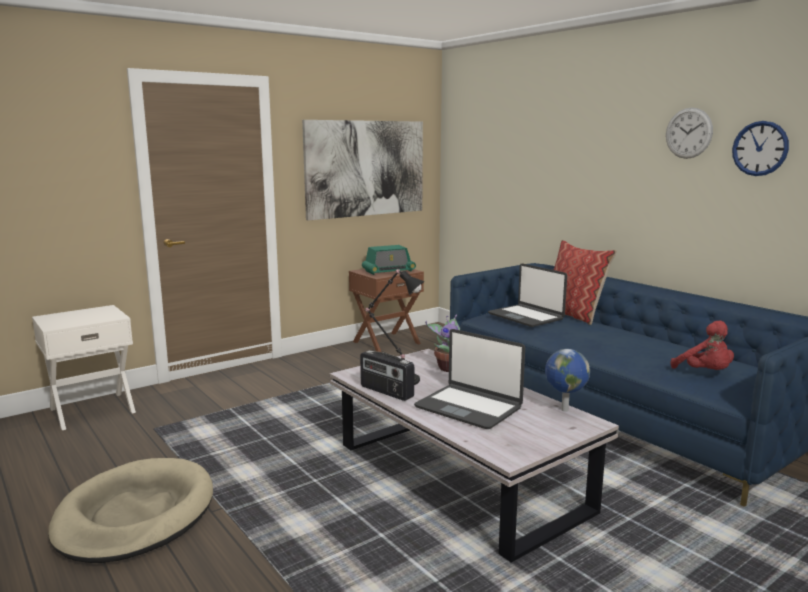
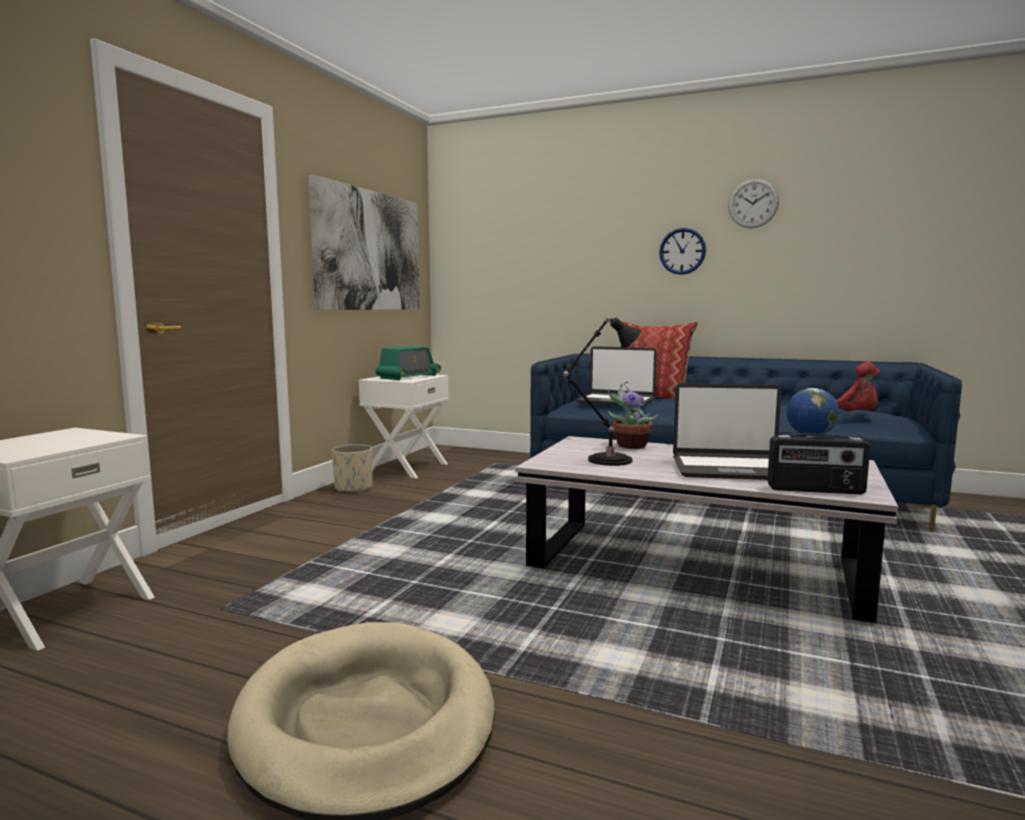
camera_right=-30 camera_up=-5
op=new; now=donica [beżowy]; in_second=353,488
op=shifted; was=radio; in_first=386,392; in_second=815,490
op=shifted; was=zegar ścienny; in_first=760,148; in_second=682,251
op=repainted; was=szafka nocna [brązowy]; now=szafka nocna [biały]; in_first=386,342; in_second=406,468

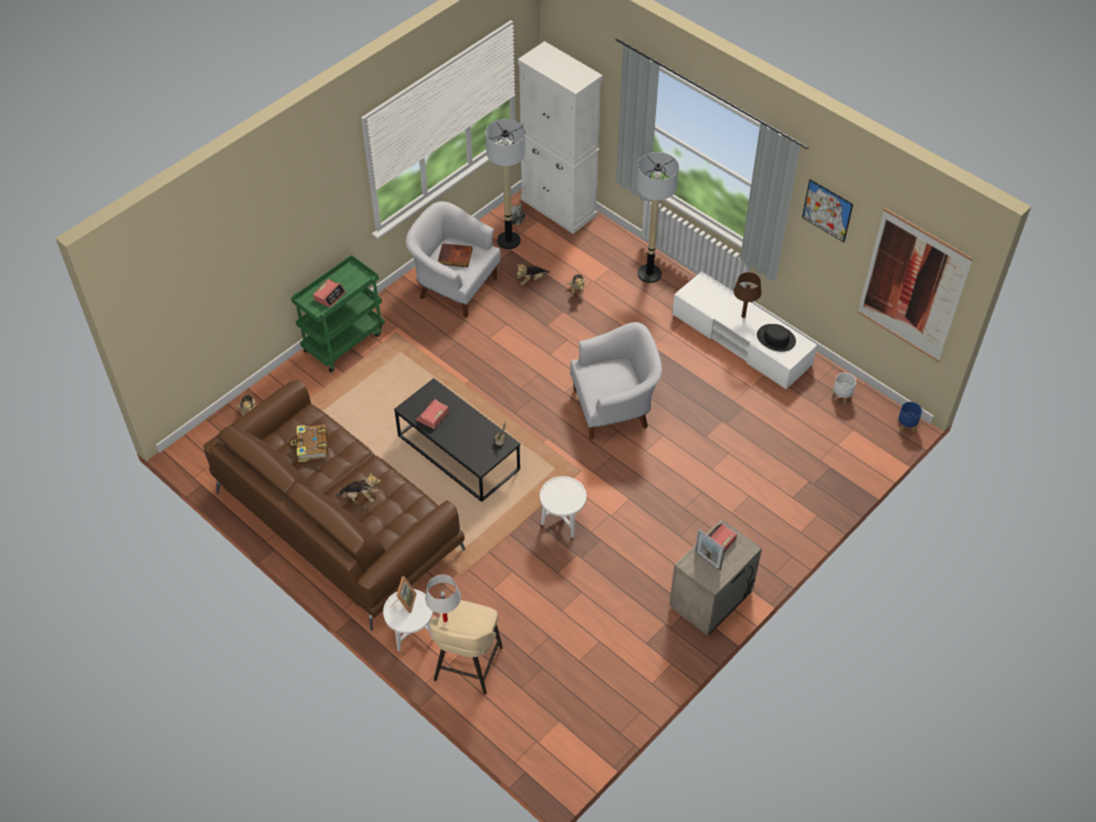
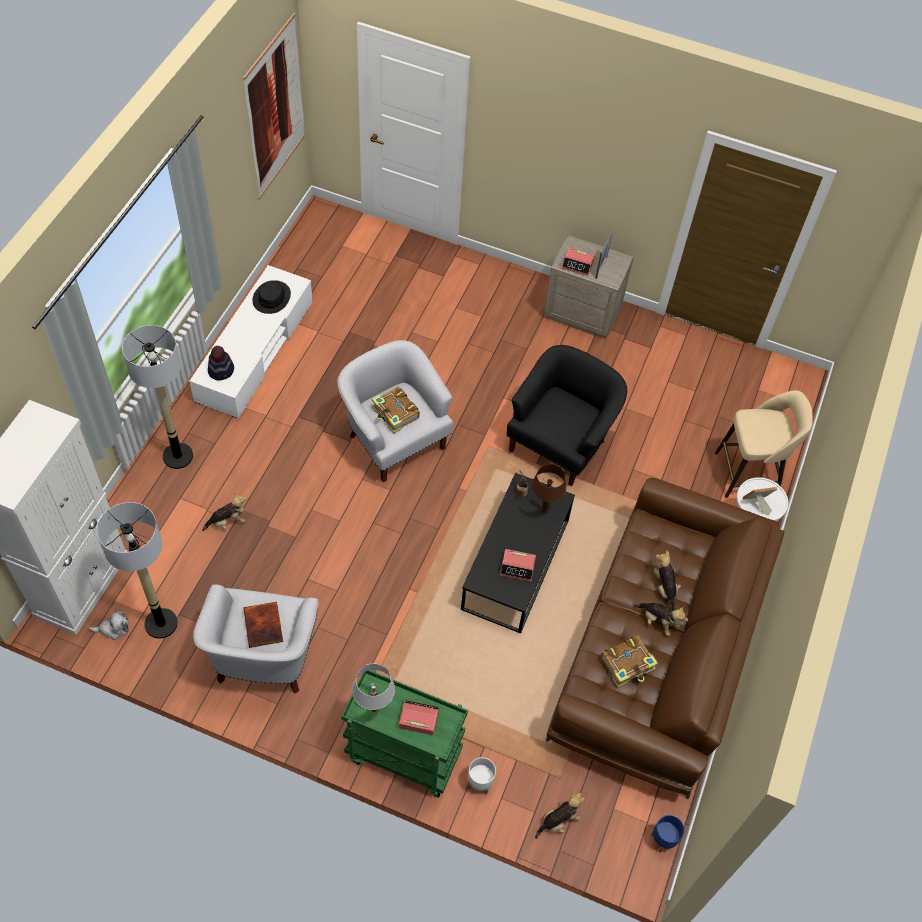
camera_right=-115 camera_up=5
op=gone; was=obraz; in_first=827,210
op=new; now=kapelusz; in_second=221,370
op=new; now=książka; in_second=395,414
op=shifted; was=lampa stołowa [biały]; in_first=445,620; in_second=374,709
op=shifted; was=pluszak; in_first=531,280; in_second=658,621
op=shifted; was=lampa stołowa [brązowy]; in_first=743,316; in_second=544,510
op=shifted; was=donica [biały]; in_first=841,397; in_second=479,782
op=shifted; was=donica [niebieski]; in_first=905,427; in_second=663,840
op=swapped; was=stolik [biały]; now=fotel [czarny]; in_first=562,525; in_second=560,443

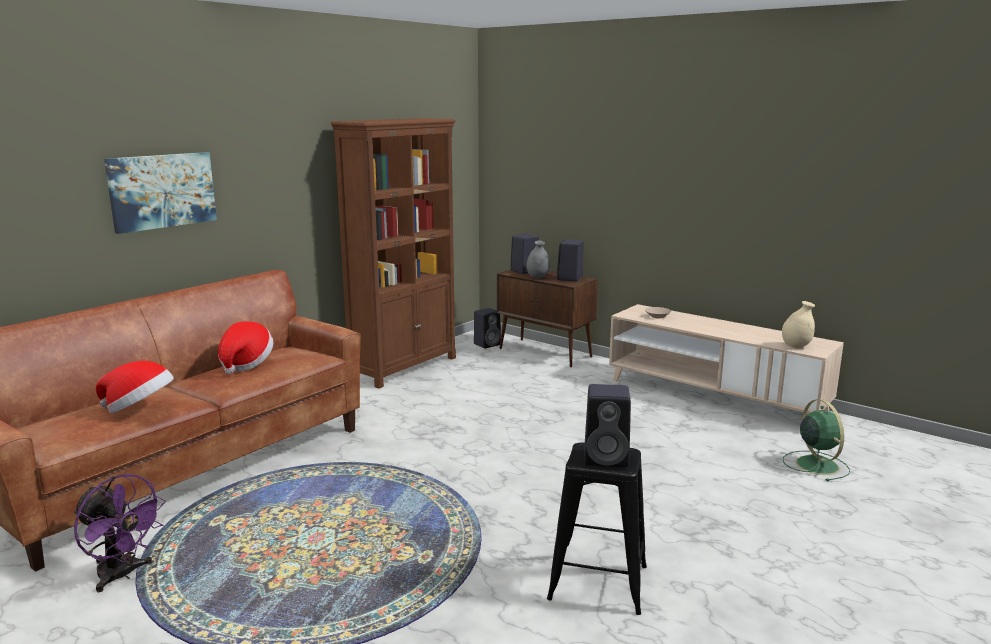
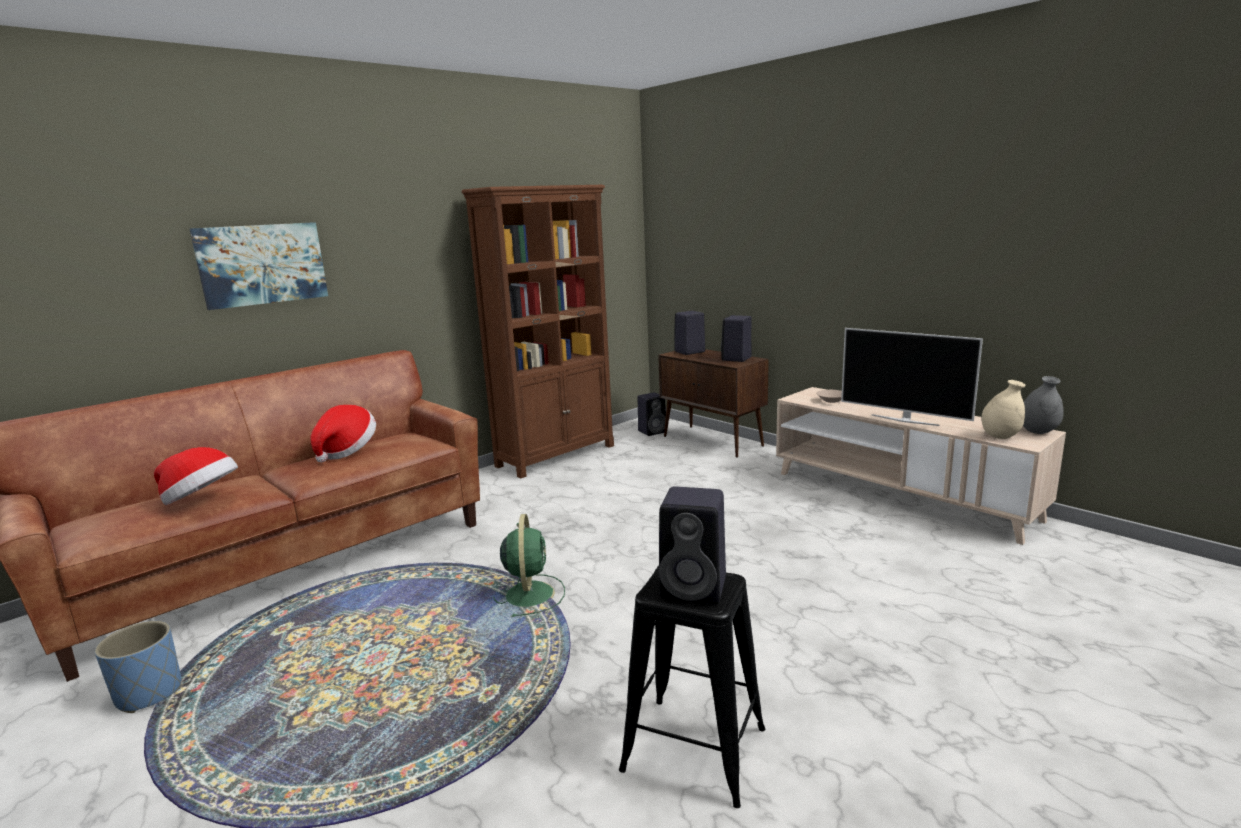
camera_right=10 camera_up=0
op=new; now=telewizor; in_second=904,420
op=shifted; was=wazon [szary]; in_first=538,277; in_second=1038,432
op=shifted; was=wentylator [zielony]; in_first=815,464; in_second=529,593
op=swapped; was=wentylator [fioletowy]; now=donica [niebieski]; in_first=122,575; in_second=149,693

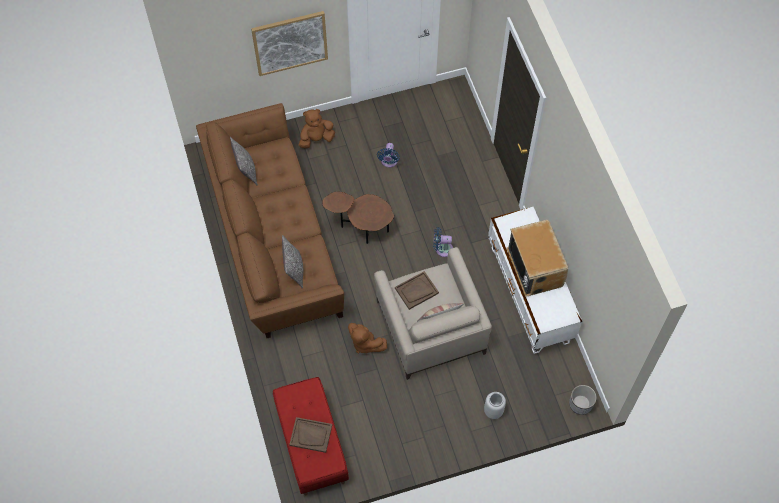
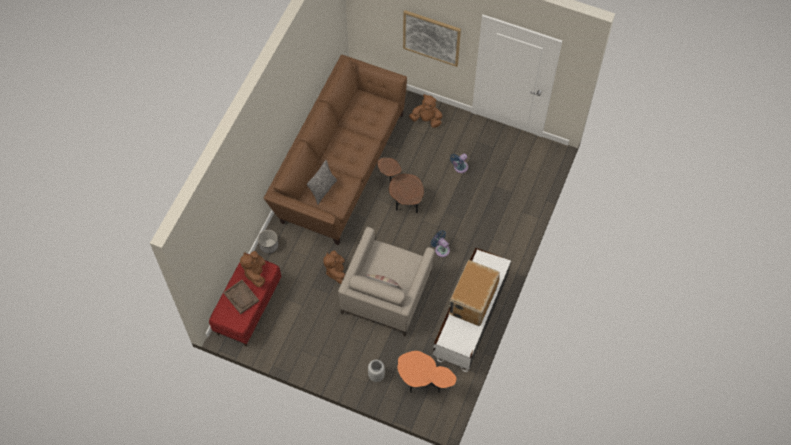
camera_right=40 camera_up=0
op=gone; was=poduszka; in_first=246,170
op=gone; was=taca [brązowy]; in_first=416,291
op=new; now=pluszak [brązowy]; in_second=255,273
op=new; now=stolik [pomarańczowy]; in_second=422,383
op=shifted; was=donica; in_first=580,404; in_second=269,245

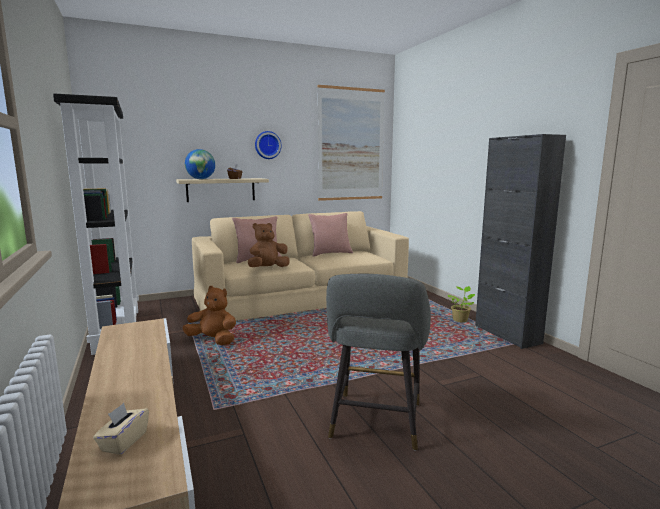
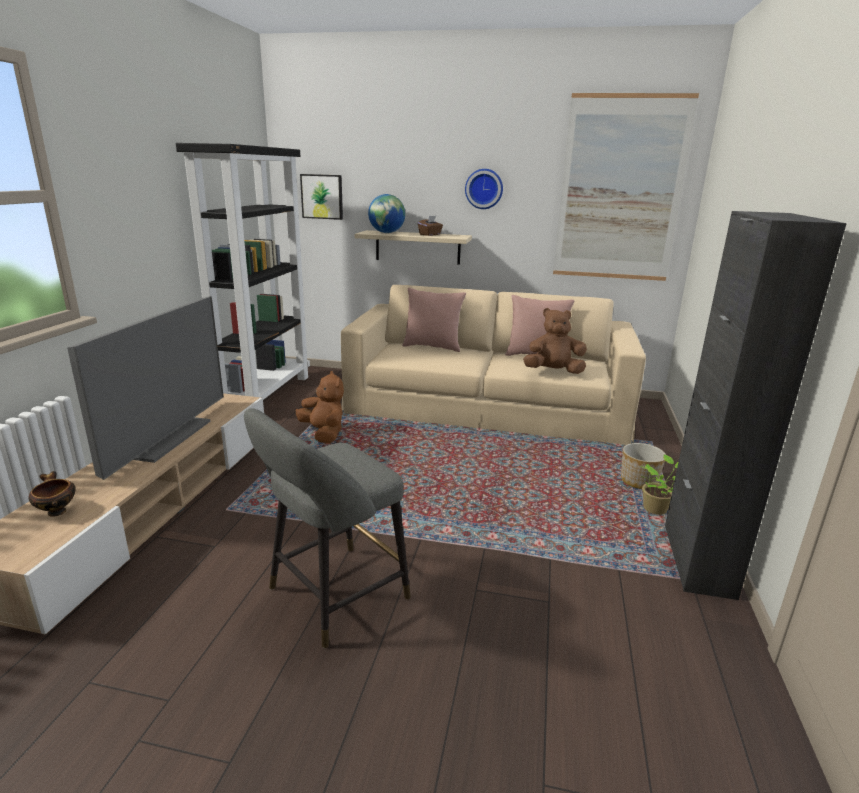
camera_right=35 camera_up=10
op=new; now=telewizor; in_second=164,437
op=new; now=obraz; in_second=322,196
op=new; now=donica; in_second=639,481
op=shifted; was=pluszak [brązowy]; in_first=268,268; in_second=553,371
op=swapped; was=pudełko chusteczek [beżowy]; now=miska; in_first=123,442; in_second=56,511

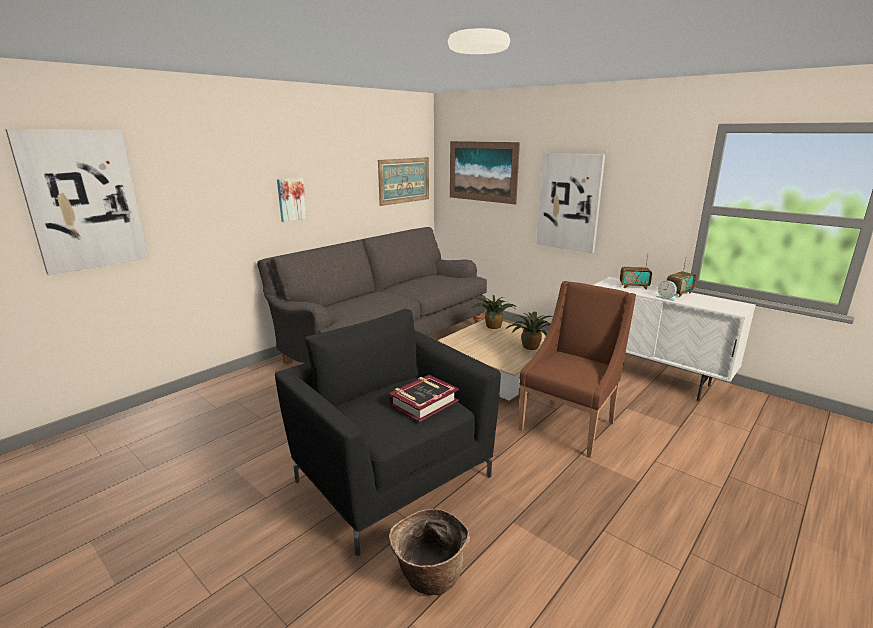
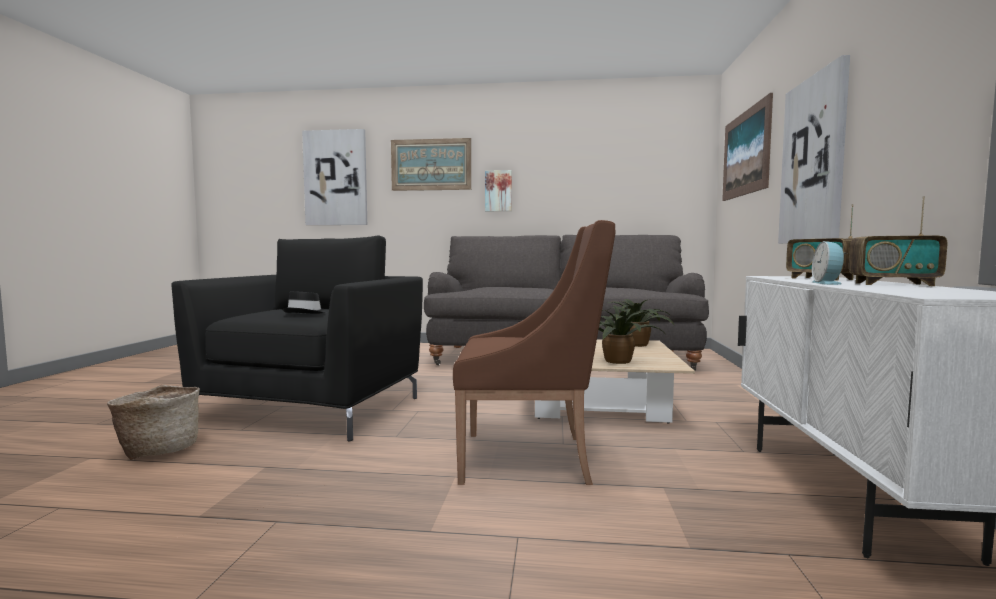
camera_right=55 camera_up=-15
op=shifted; was=obraz; in_first=404,180; in_second=431,164
op=swapped; was=książka; now=kapelusz [czarny]; in_first=423,403; in_second=306,313

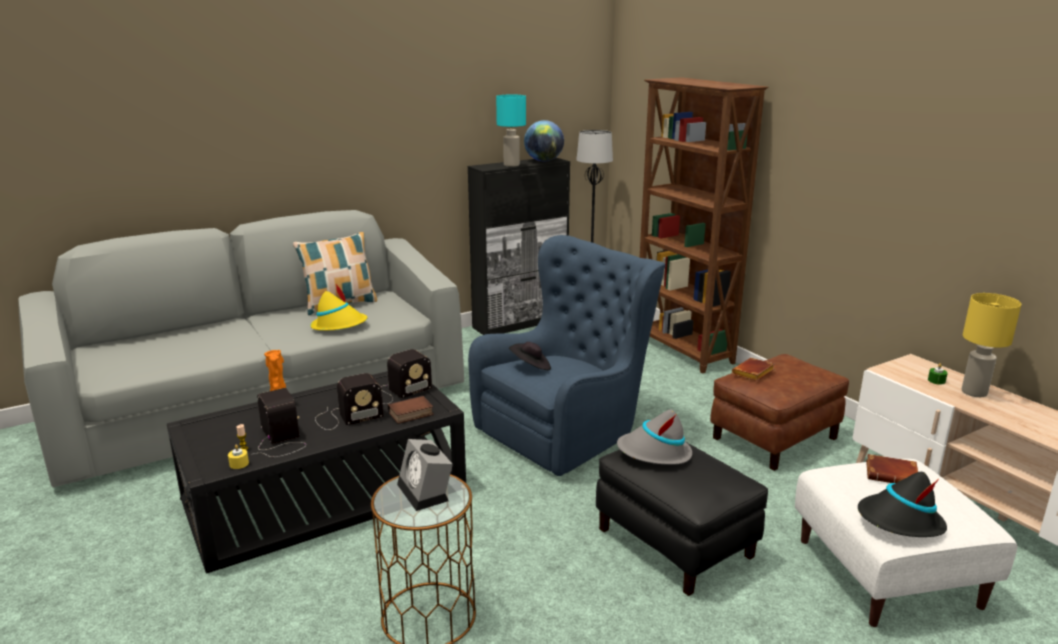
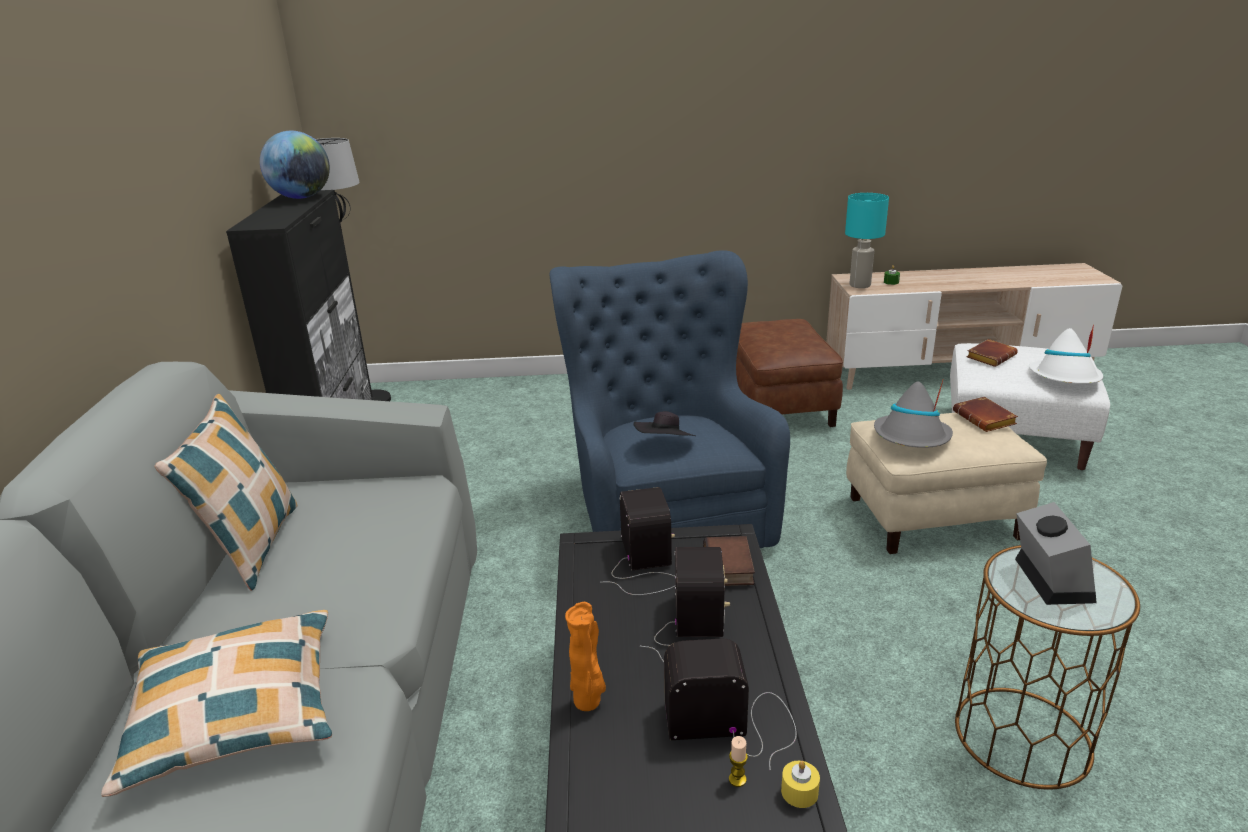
camera_right=-60 camera_up=5
op=gone; was=kapelusz [żółty]; in_first=339,325
op=gone; was=regał [brązowy]; in_first=683,350
op=gone; was=lampa stołowa [żółty]; in_first=974,392
op=new; now=poduszka; in_second=235,711
op=shifted; was=lampa stołowa [turkusowy]; in_first=511,165; in_second=860,285
op=shifted; was=książka [brązowy]; in_first=753,373; in_second=986,419
op=repainted; was=pufa [czarny]; now=pufa [beżowy]; in_first=675,542; in_second=933,517
op=repainted; was=kapelusz [czarny]; now=kapelusz [biały]; in_first=899,521; in_second=1065,378
op=rotated; was=budzik; in_first=426,492; in_second=1048,578; clockwise=-90

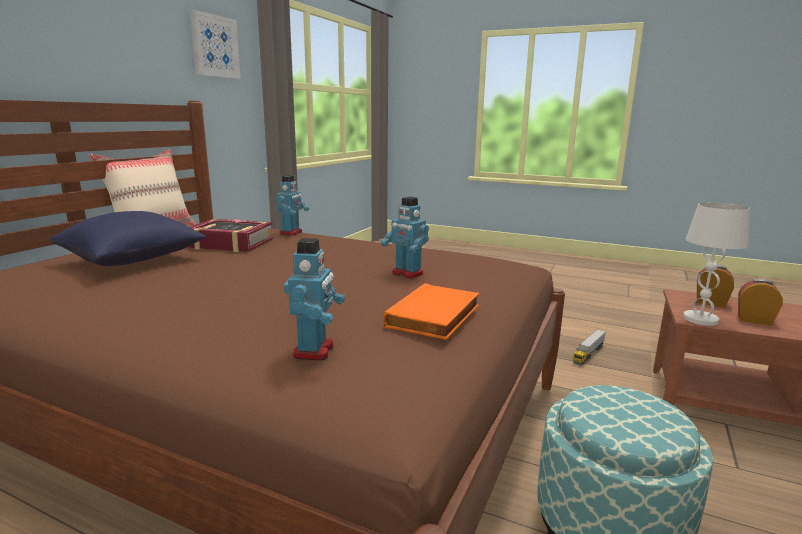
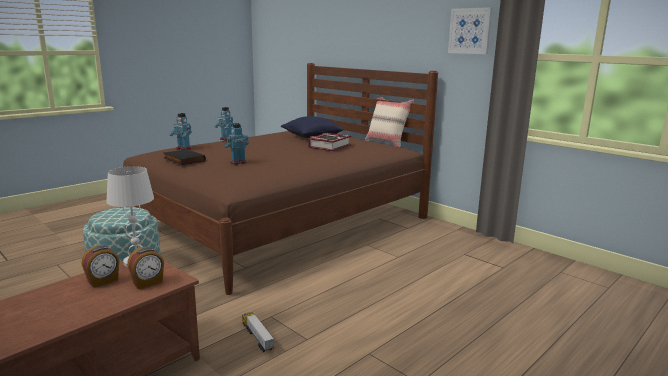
camera_right=110 camera_up=0
op=shifted; was=robot zabawkowy; in_first=291,233; in_second=226,139
op=repainted; was=książka [pomarańczowy]; now=książka [czarny]; in_first=435,317; in_second=183,160

